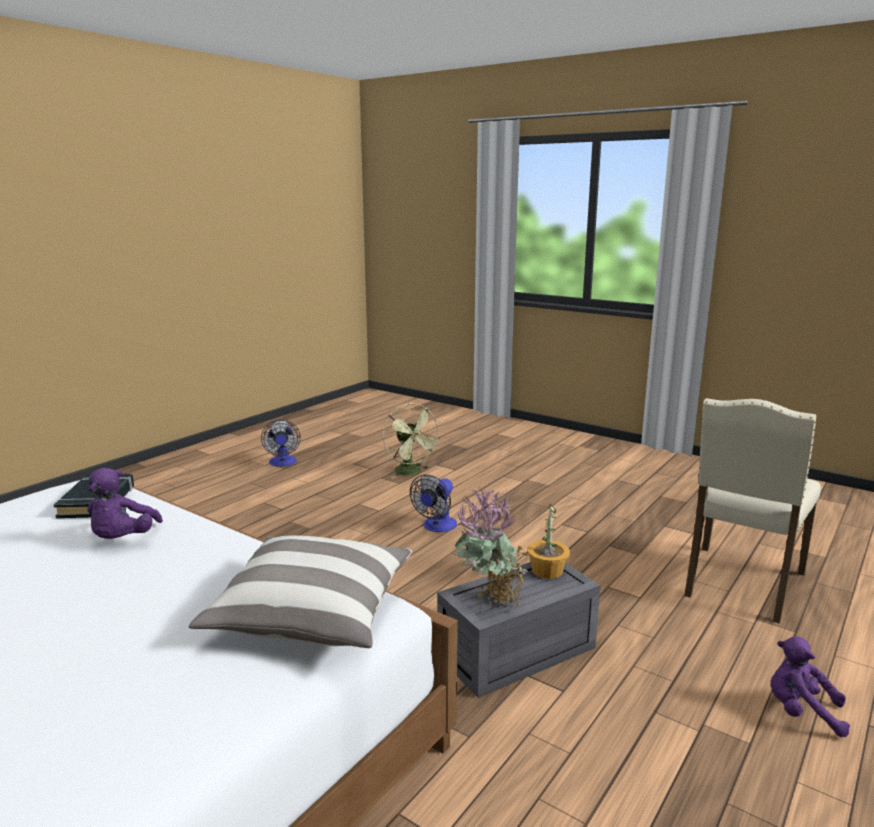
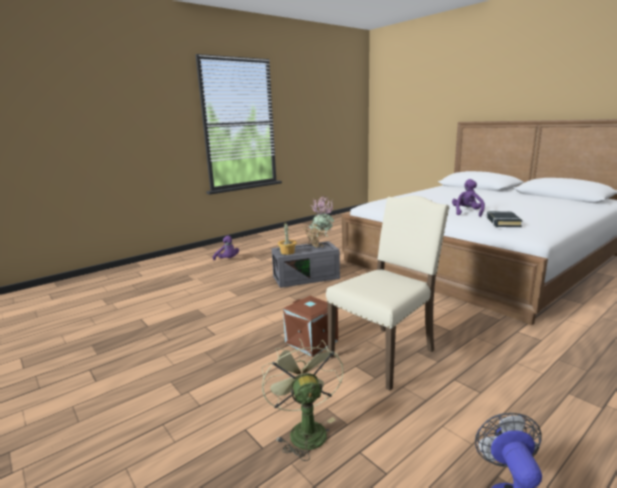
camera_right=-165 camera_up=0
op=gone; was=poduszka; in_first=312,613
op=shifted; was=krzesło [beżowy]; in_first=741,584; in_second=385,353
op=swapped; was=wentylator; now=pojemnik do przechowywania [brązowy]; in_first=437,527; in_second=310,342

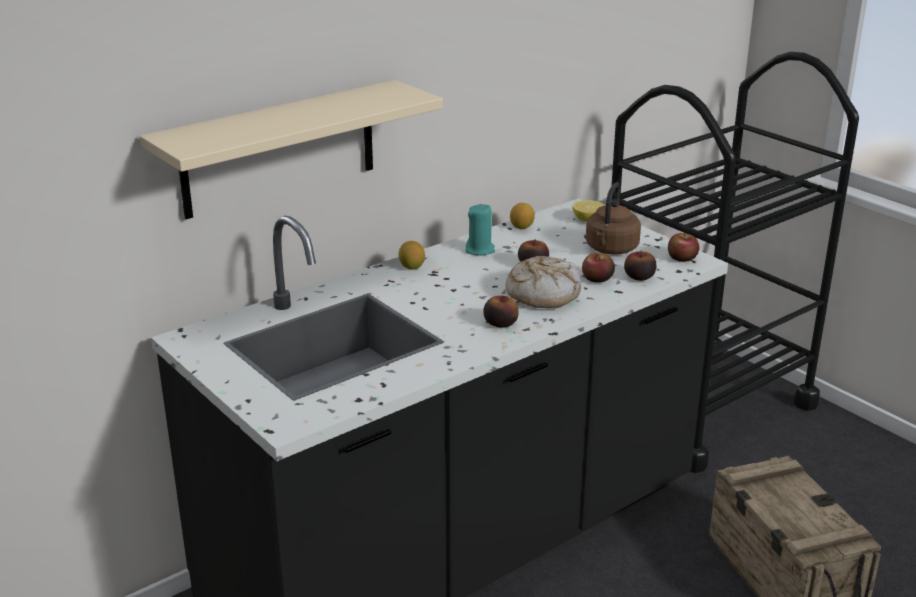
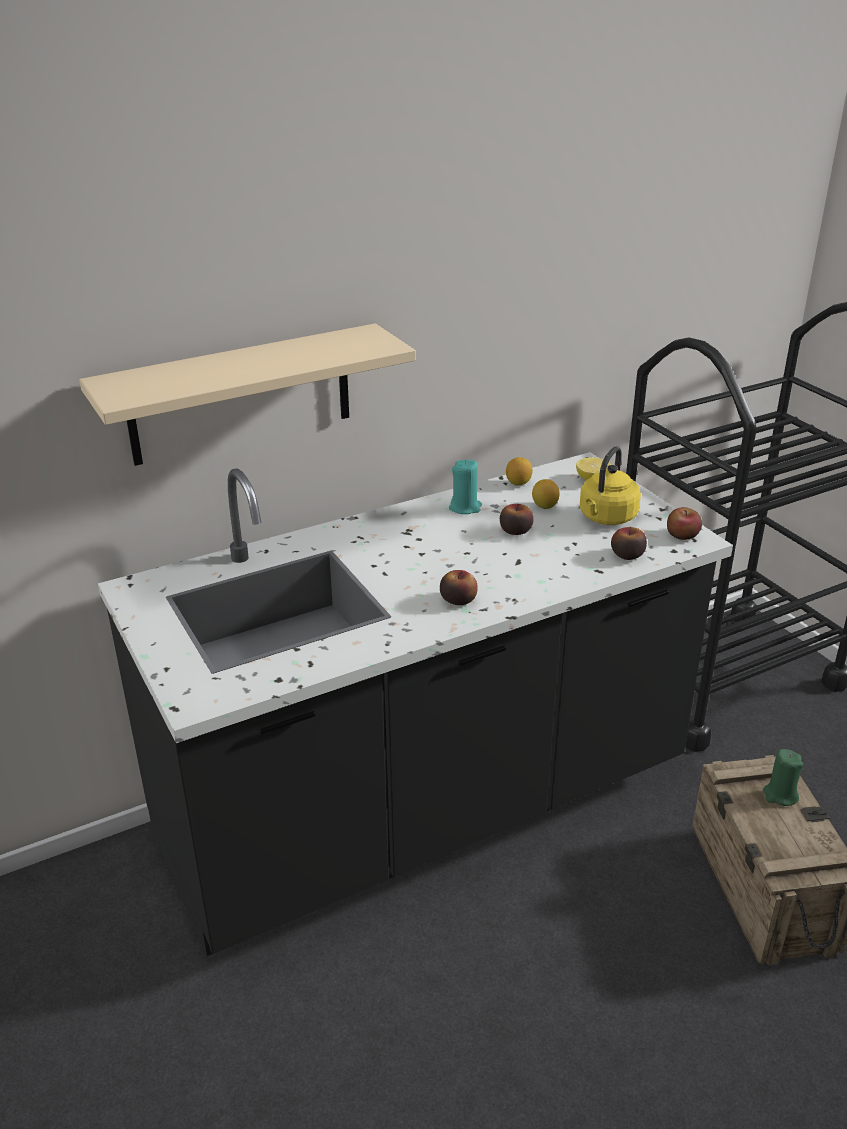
camera_right=10 camera_up=5
op=gone; was=chleb; in_first=542,293
op=gone; was=jabłko; in_first=597,279
op=new; now=świeca [zielony]; in_second=780,795
op=shifted; was=cytryna; in_first=412,267; in_second=544,506
op=repainted; was=czajnik [brązowy]; now=czajnik [żółty]; in_first=610,249; in_second=606,518

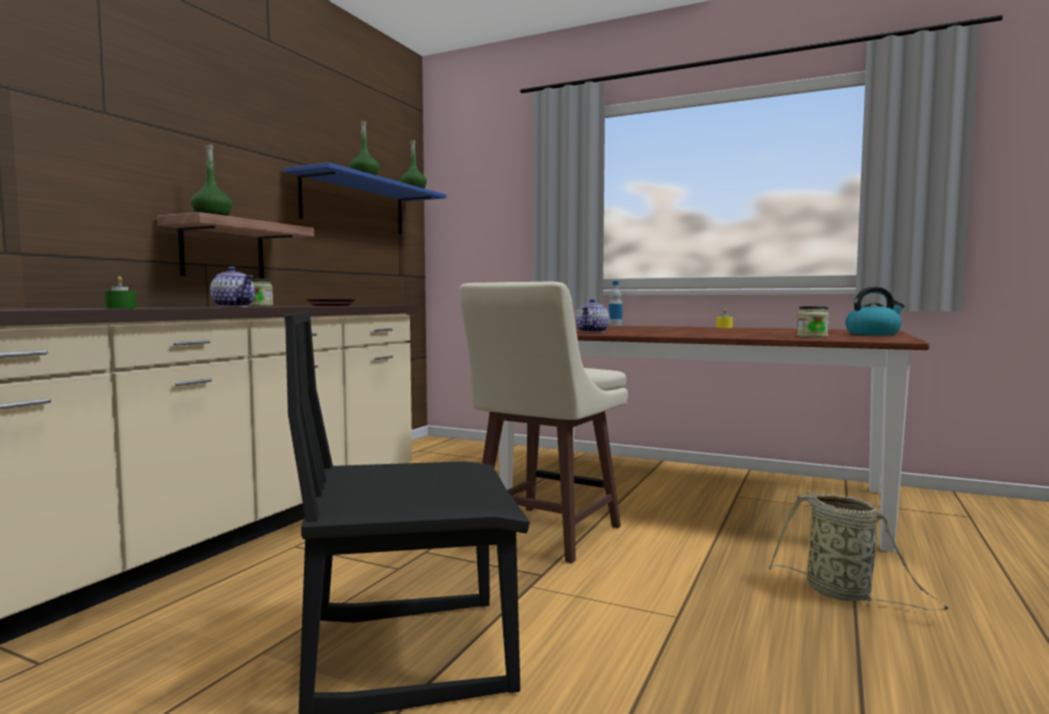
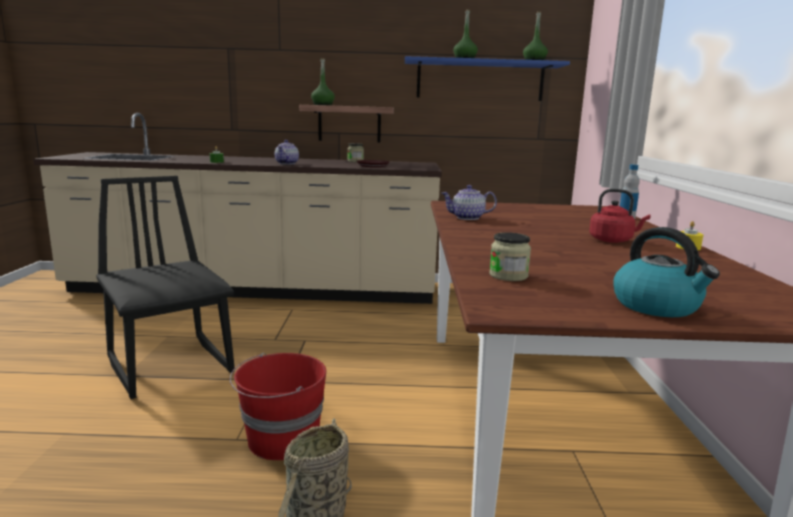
camera_right=65 camera_up=10
op=gone; was=stołek [beżowy]; in_first=544,534
op=new; now=wiadro [czerwony]; in_second=281,440
op=new; now=czajnik [czerwony]; in_second=613,240

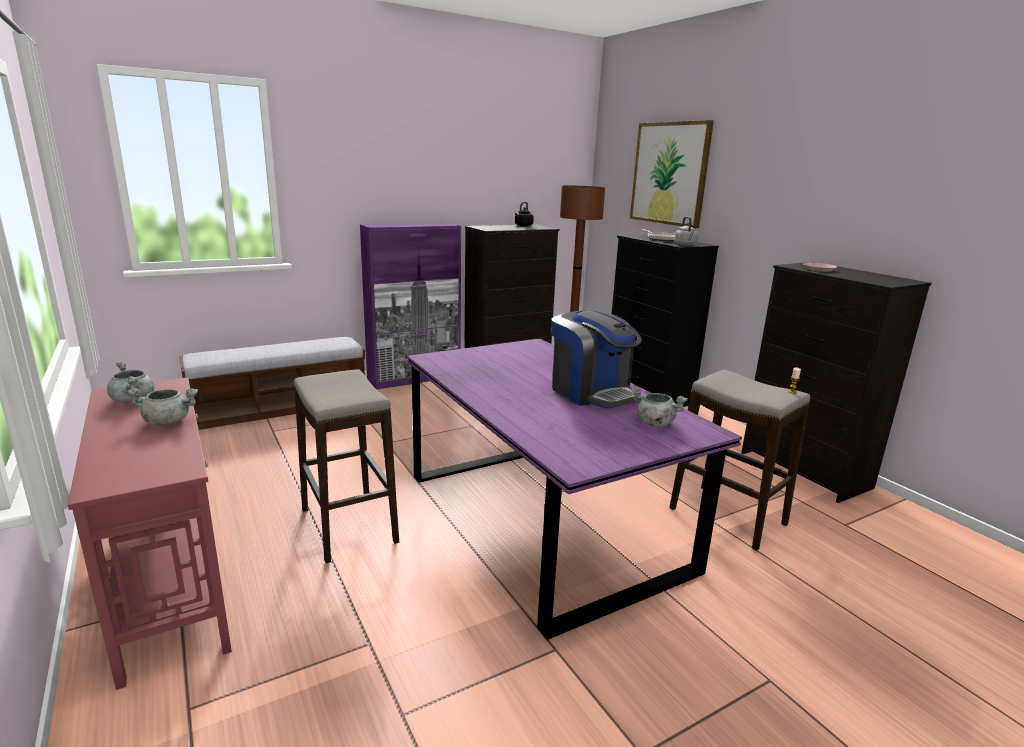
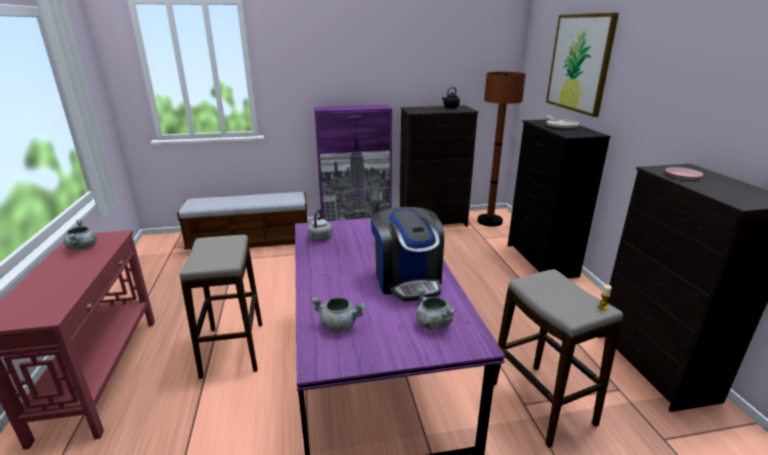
camera_right=20 camera_up=5
op=shifted; was=garnek [szary]; in_first=168,421; in_second=339,325
op=shifted; was=czajnik [szary]; in_first=685,245; in_second=319,239

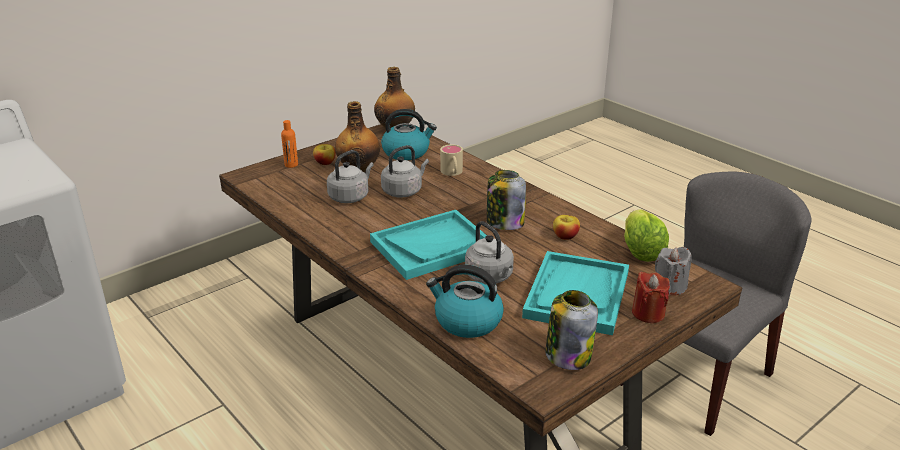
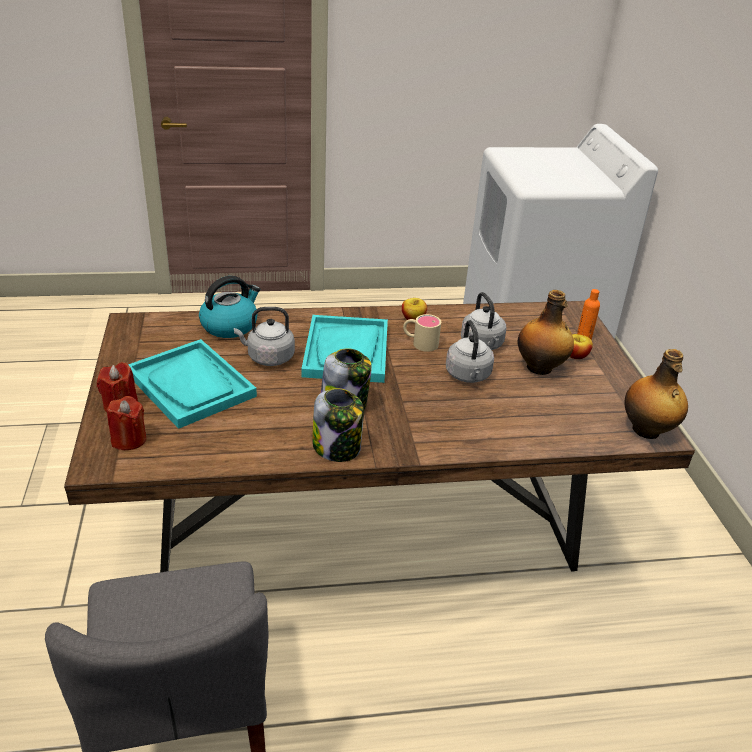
camera_right=120 camera_up=5
op=gone; was=czajnik; in_first=407,152
op=gone; was=sałata; in_first=641,251
op=shifted; was=kubek [beżowy]; in_first=452,173; in_second=420,343
op=shifted; was=słoik; in_first=568,355; in_second=337,447
op=shifted; was=jabłko; in_first=565,236; in_second=413,318
op=repainted; was=świeca [szary]; now=świeca [czerwony]; in_first=670,287; in_second=129,439

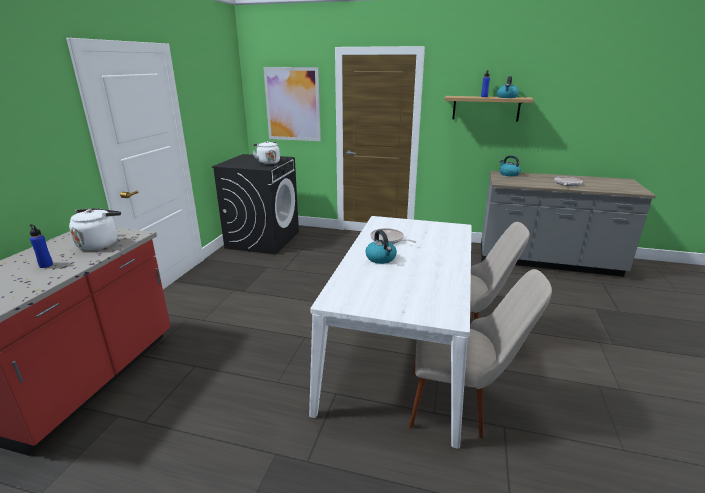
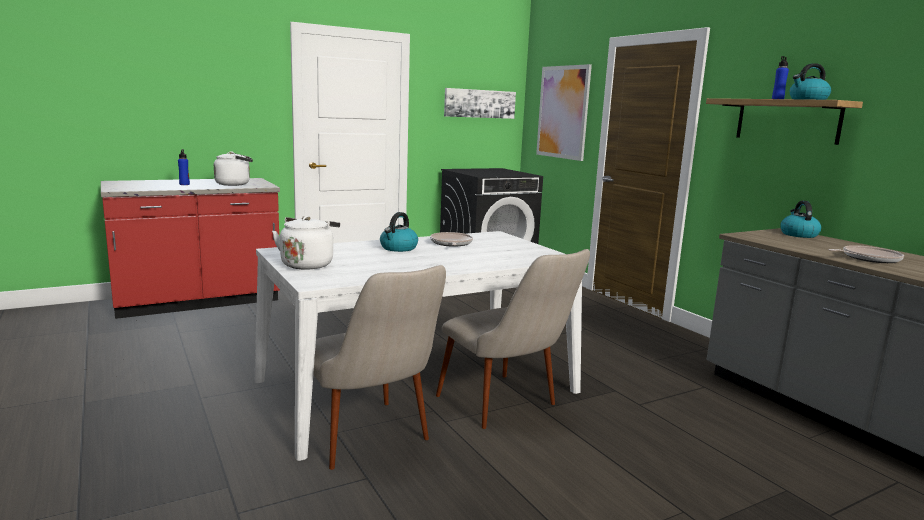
camera_right=45 camera_up=-10
op=new; now=obraz; in_second=479,103
op=shifted; was=czajnik [biały]; in_first=268,162; in_second=308,264

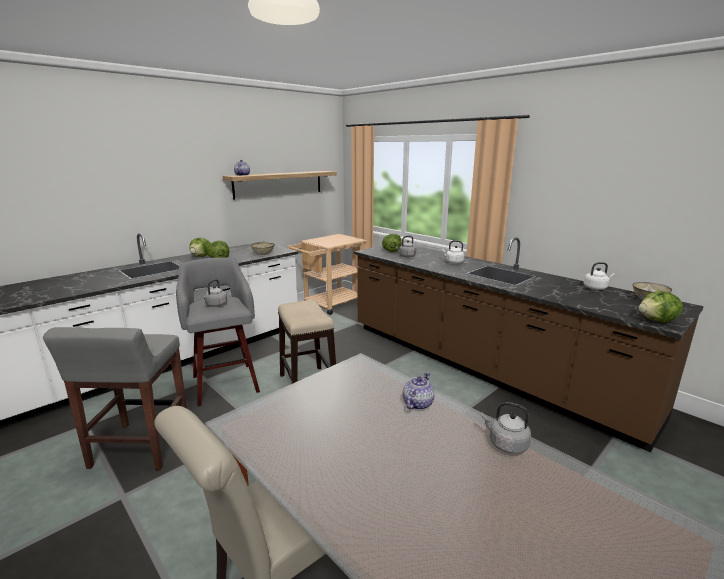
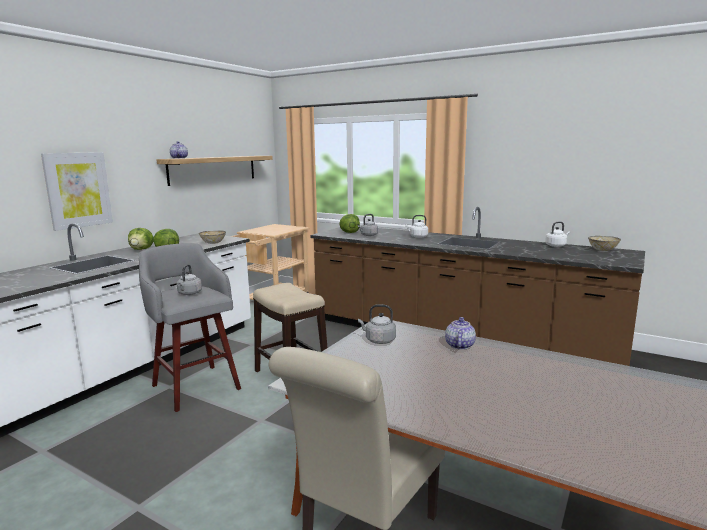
camera_right=-15 camera_up=-5
op=gone; was=stołek [szary]; in_first=140,447
op=gone; was=sałata; in_first=657,321
op=new; now=obraz; in_second=78,190
op=shifted; was=czajnik [szary]; in_first=505,444; in_second=378,340

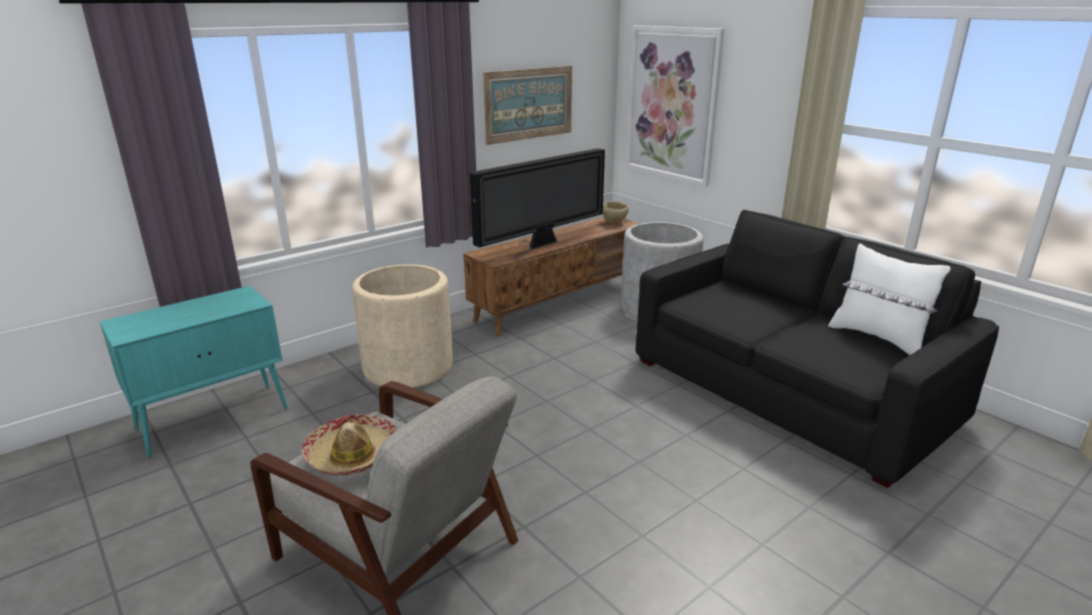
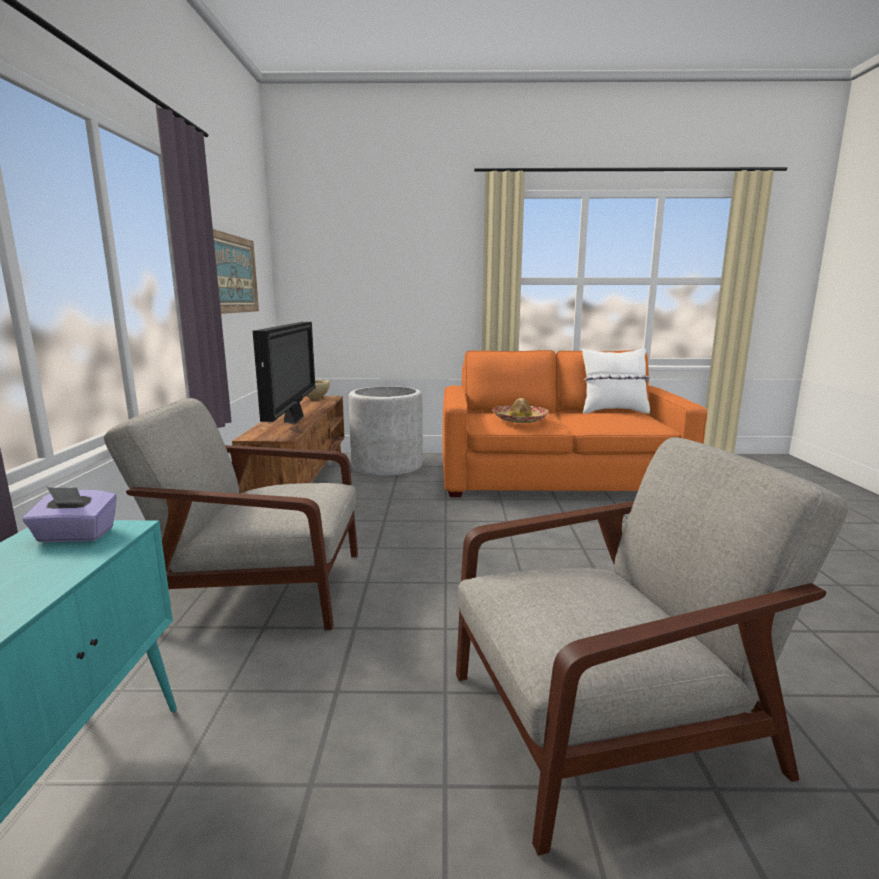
camera_right=-50 camera_up=-10
op=gone; was=obraz; in_first=672,104
op=new; now=pudełko chusteczek [fioletowy]; in_second=75,536
op=shifted; was=kapelusz; in_first=353,454; in_second=519,419
op=swapped; was=donica [beżowy]; now=fotel [szary]; in_first=408,367; in_second=257,587
op=repainted; was=kanapa [czarny]; now=kanapa [pomarańczowy]; in_first=789,390; in_second=557,477

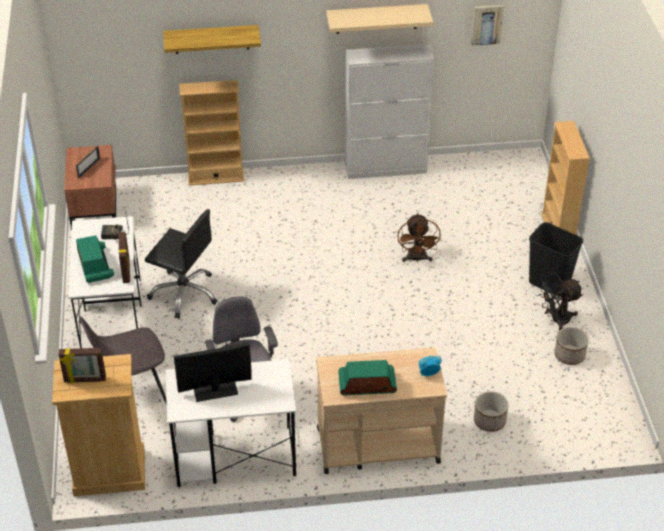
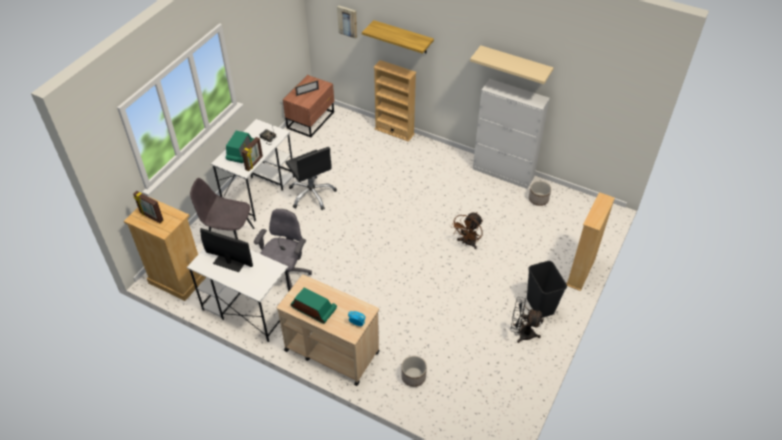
camera_right=35 camera_up=5
op=shifted; was=obraz; in_first=486,24; in_second=348,21
op=shifted; was=donica; in_first=569,355; in_second=538,199

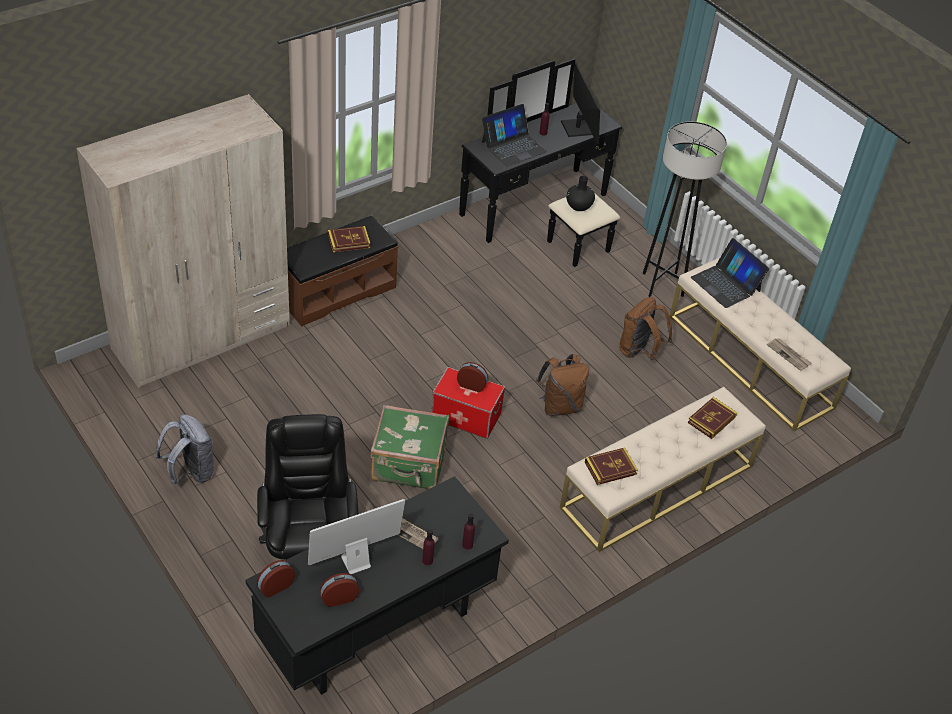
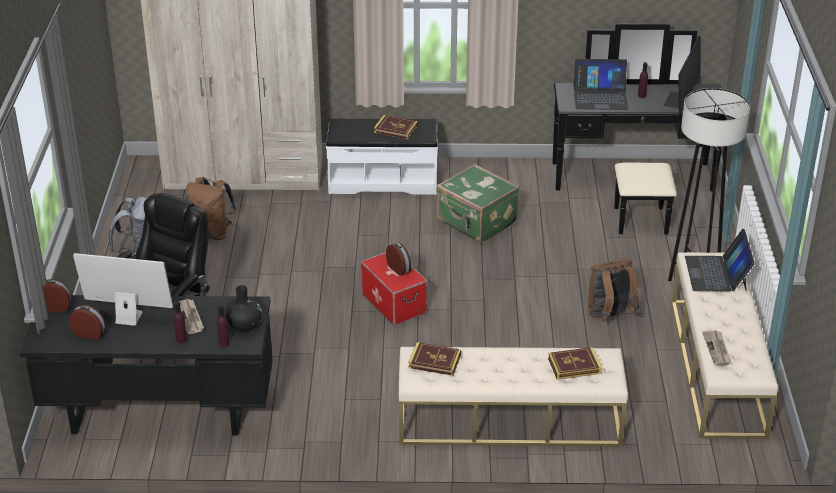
camera_right=40 camera_up=-10
op=shifted; was=walizka [zielony]; in_first=409,465; in_second=476,223
op=shifted; was=plecak [brązowy]; in_first=560,406; in_second=212,233
op=shifted; was=wazon [czarny]; in_first=578,206; in_second=244,325
op=repainted; was=ławka [brązowy]; now=ławka [biały]; in_first=336,292; in_second=383,180

